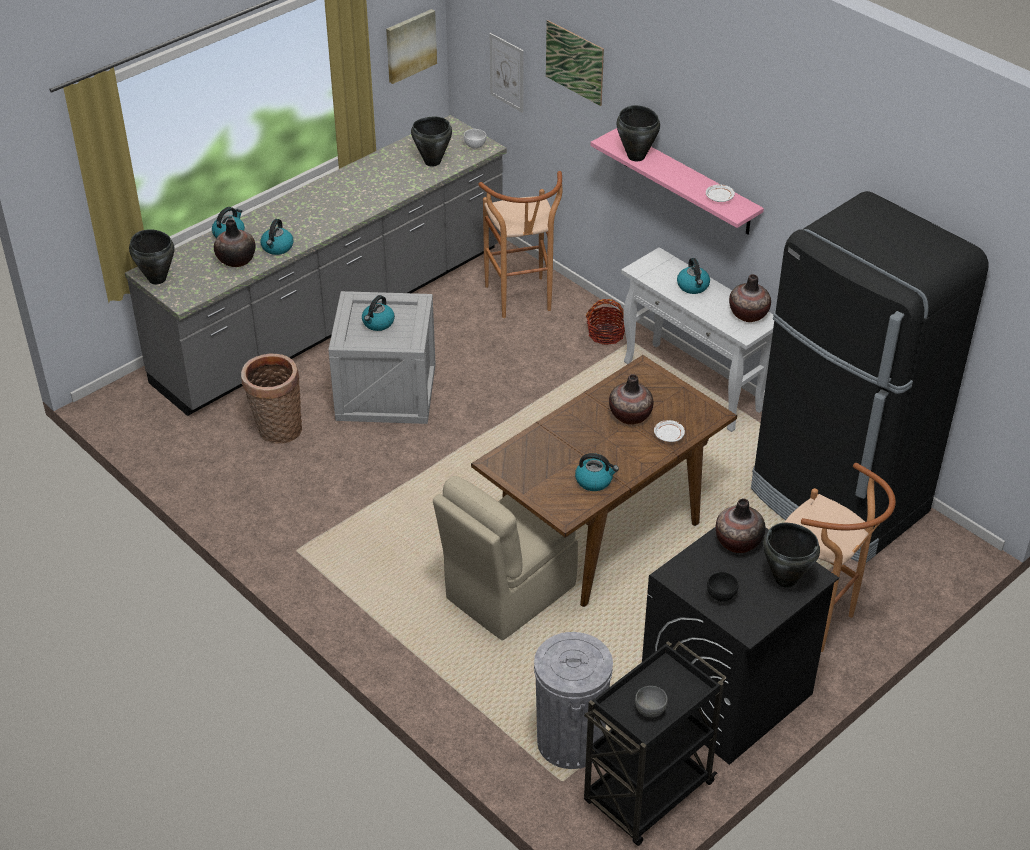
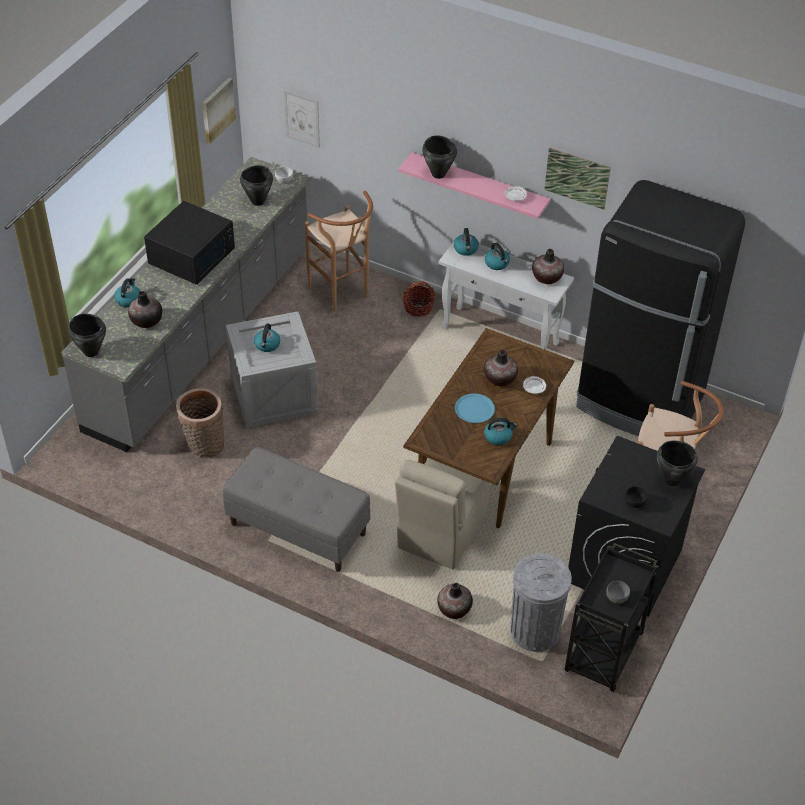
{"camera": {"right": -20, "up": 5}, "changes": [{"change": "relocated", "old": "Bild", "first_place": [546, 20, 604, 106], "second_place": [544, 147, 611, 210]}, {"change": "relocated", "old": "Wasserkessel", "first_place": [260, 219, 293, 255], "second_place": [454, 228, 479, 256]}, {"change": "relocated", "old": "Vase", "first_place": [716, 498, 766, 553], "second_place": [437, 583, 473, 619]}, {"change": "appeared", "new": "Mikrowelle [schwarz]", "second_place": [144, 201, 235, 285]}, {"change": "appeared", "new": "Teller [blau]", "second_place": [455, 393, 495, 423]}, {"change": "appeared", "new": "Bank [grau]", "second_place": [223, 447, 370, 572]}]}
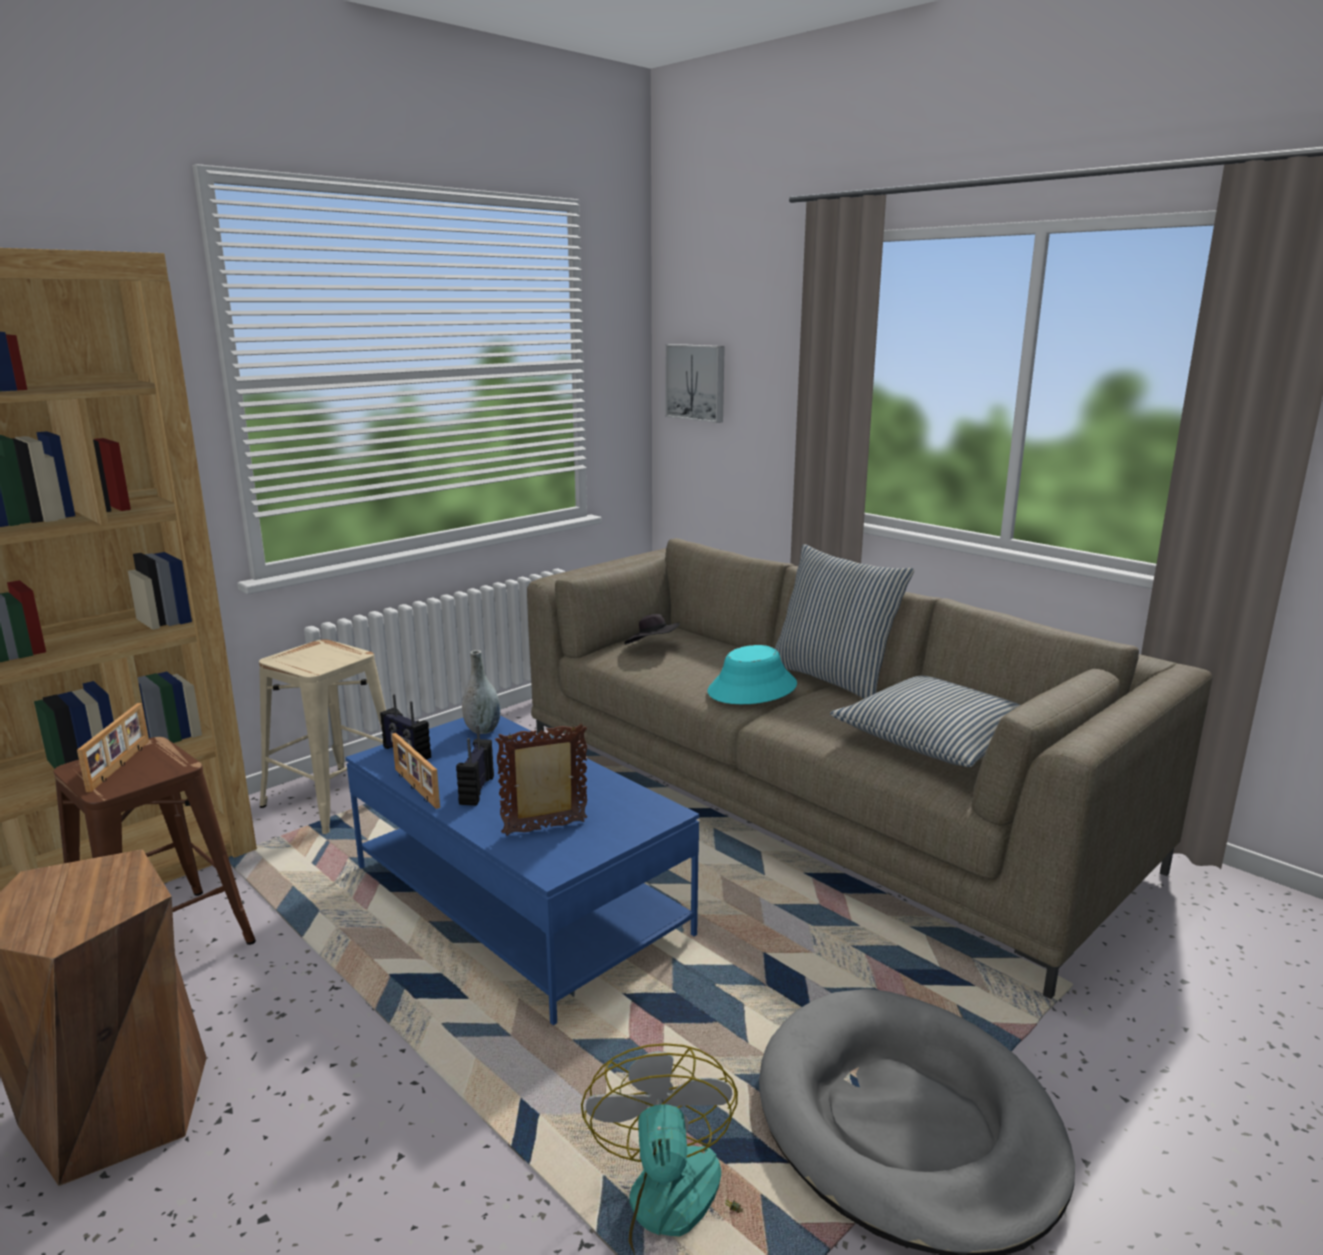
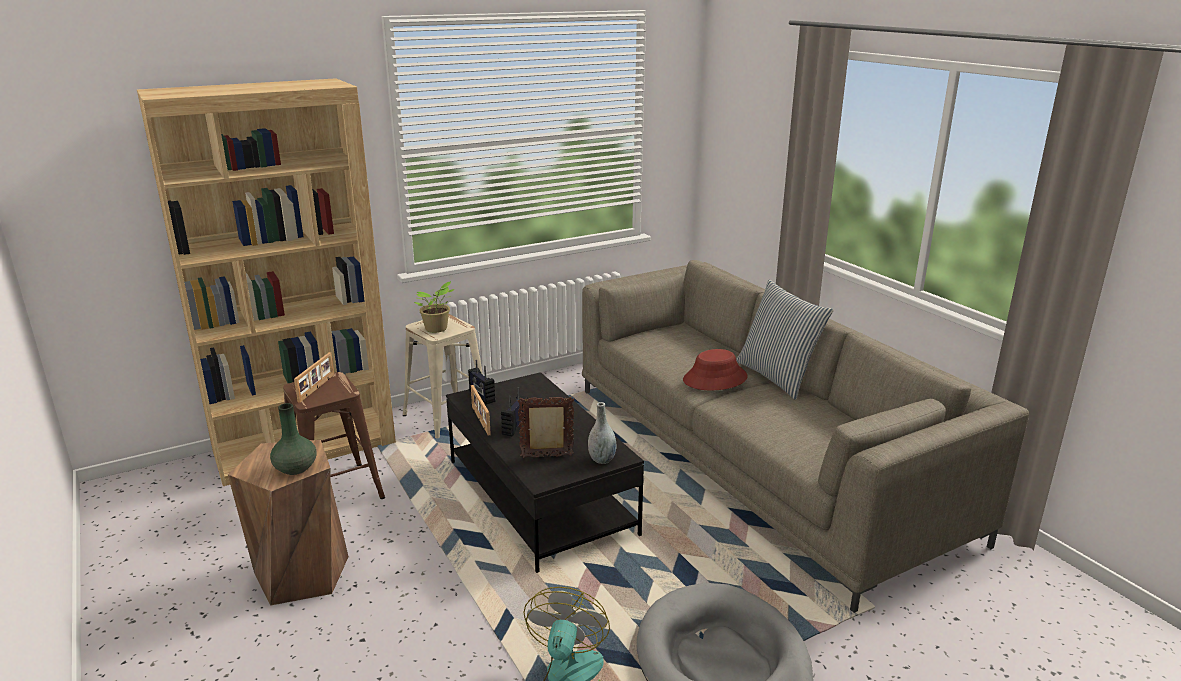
{"camera": {"right": 15, "up": 5}, "changes": [{"change": "missing", "old": "Bild", "first_place": [665, 344, 725, 423]}, {"change": "missing", "old": "Hut [schwarz]", "first_place": [624, 614, 680, 644]}, {"change": "colour", "old": "Hut [türkis]", "new": "Hut [rot]", "first_place": [708, 645, 797, 704], "second_place": [683, 349, 748, 390]}, {"change": "relocated", "old": "Vase [grau]", "first_place": [462, 650, 501, 734], "second_place": [588, 402, 617, 464]}, {"change": "missing", "old": "Kissen", "first_place": [830, 676, 1020, 767]}, {"change": "colour", "old": "Couchtisch [blau]", "new": "Couchtisch [schwarz]", "first_place": [346, 716, 699, 1025], "second_place": [446, 372, 644, 573]}, {"change": "appeared", "new": "Topfpflanze", "second_place": [414, 281, 454, 333]}, {"change": "appeared", "new": "Vase [grün]", "second_place": [270, 403, 317, 475]}]}
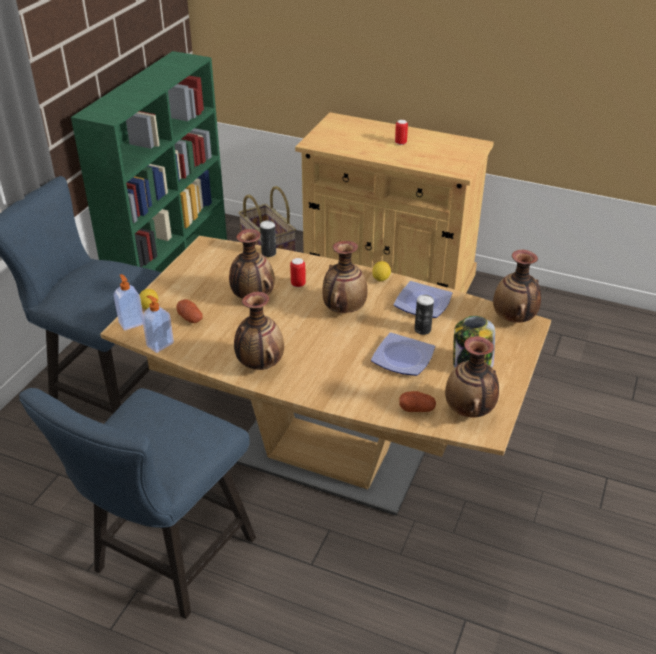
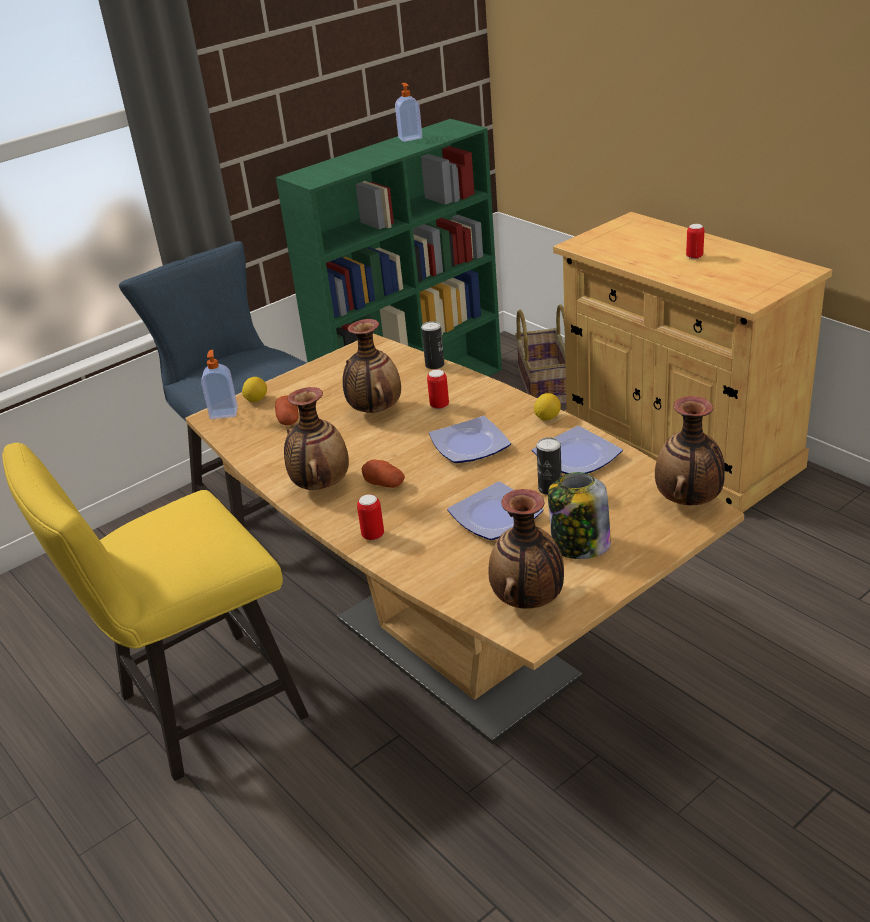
{"camera": {"right": 30, "up": -5}, "changes": [{"change": "exchanged", "old": "Vase", "new": "Teller", "first_place": [322, 241, 367, 313], "second_place": [429, 416, 511, 463]}, {"change": "relocated", "old": "Seifenspender", "first_place": [142, 295, 174, 353], "second_place": [395, 83, 422, 142]}, {"change": "colour", "old": "Stuhl [blau]", "new": "Stuhl [gelb]", "first_place": [19, 388, 256, 619], "second_place": [2, 443, 309, 781]}, {"change": "relocated", "old": "Kartoffel", "first_place": [399, 391, 436, 412], "second_place": [362, 460, 405, 488]}, {"change": "appeared", "new": "Dose", "second_place": [357, 494, 384, 540]}]}
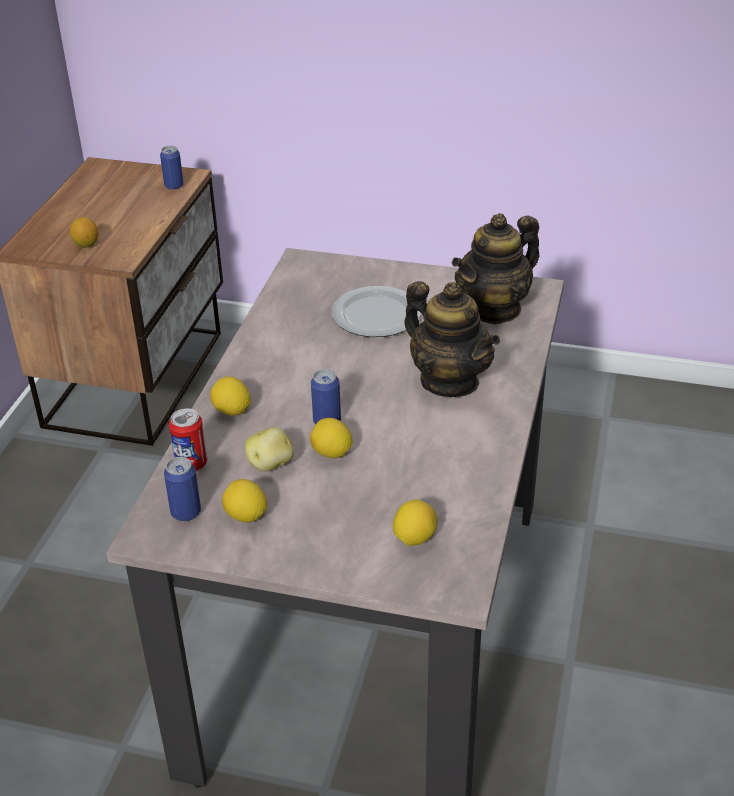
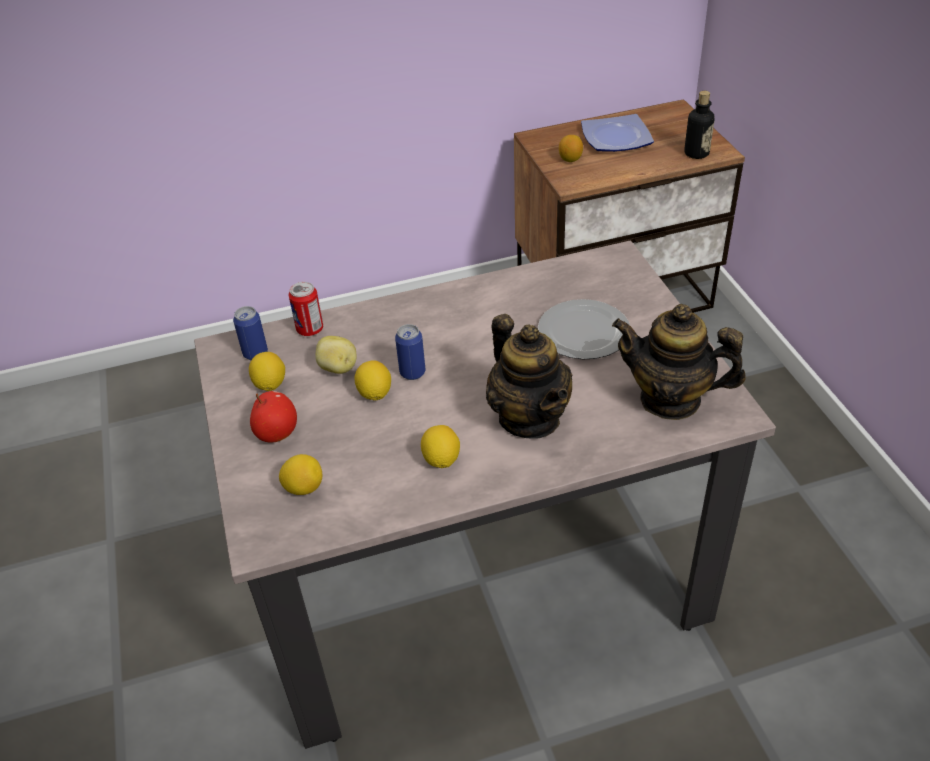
{"camera": {"right": 60, "up": 5}, "changes": [{"change": "exchanged", "old": "Dose", "new": "Flasche", "first_place": [160, 146, 184, 190], "second_place": [684, 91, 715, 159]}, {"change": "spun", "old": "Teekanne", "first_place": [404, 281, 500, 397], "second_place": [486, 314, 572, 439], "degrees": -45}, {"change": "relocated", "old": "Zitrone", "first_place": [210, 377, 251, 416], "second_place": [421, 425, 460, 468]}, {"change": "appeared", "new": "Teller", "second_place": [581, 114, 654, 152]}, {"change": "appeared", "new": "Apfel", "second_place": [250, 391, 297, 443]}]}
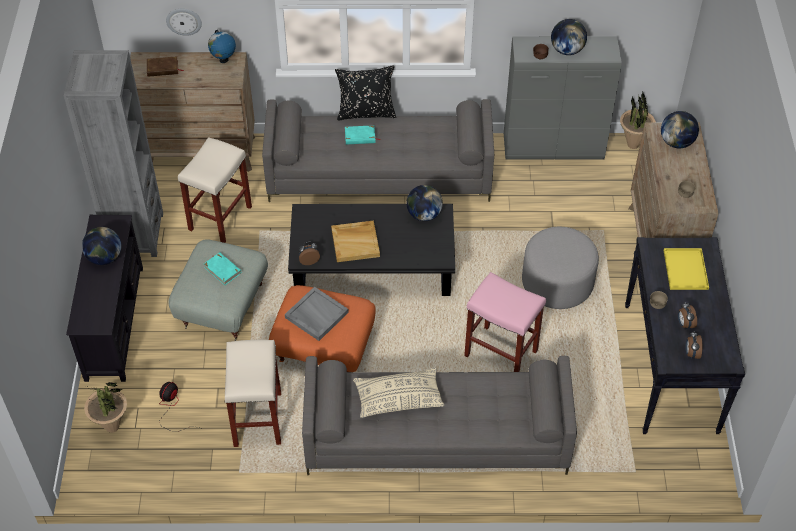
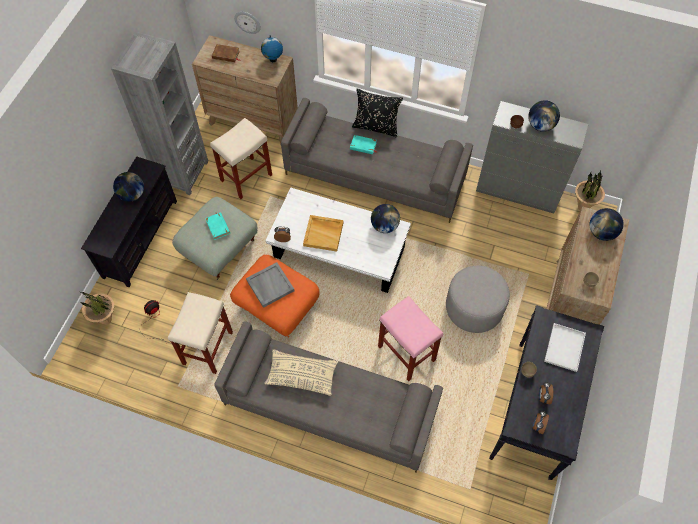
{"camera": {"right": 20, "up": 10}, "changes": [{"change": "colour", "old": "Couchtisch [schwarz]", "new": "Couchtisch [weiß]", "first_place": [288, 204, 455, 296], "second_place": [265, 187, 411, 293]}, {"change": "colour", "old": "Tablett [gelb]", "new": "Tablett [weiß]", "first_place": [664, 248, 709, 290], "second_place": [544, 323, 586, 372]}]}
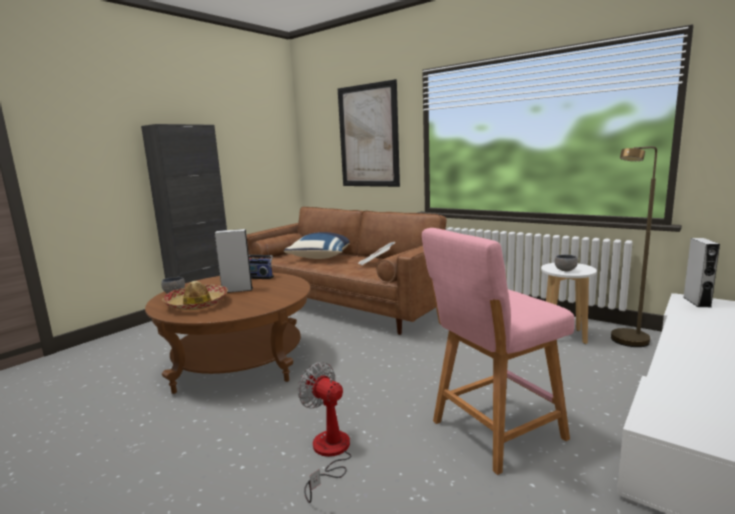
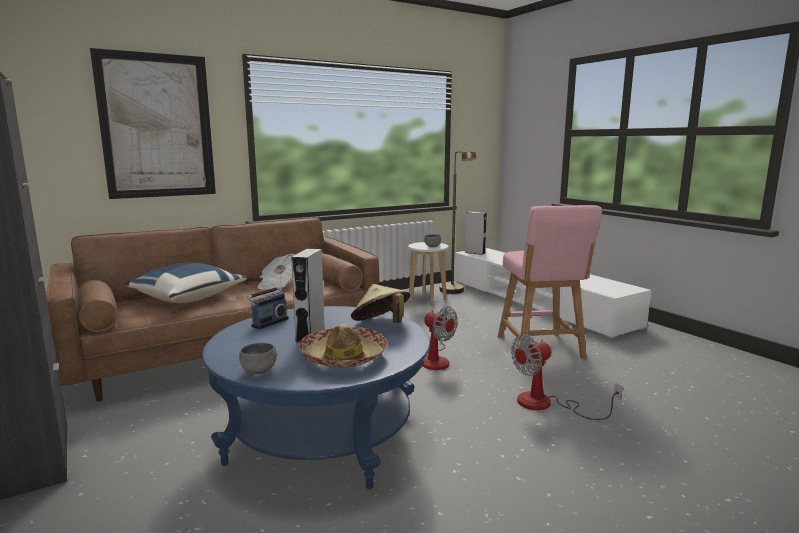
{"camera": {"right": -70, "up": 0}, "changes": [{"change": "colour", "old": "Couchtisch [braun]", "new": "Couchtisch [blau]", "first_place": [145, 273, 311, 394], "second_place": [202, 306, 430, 489]}, {"change": "appeared", "new": "Hut [beige]", "second_place": [351, 284, 410, 323]}, {"change": "appeared", "new": "Ventilator", "second_place": [422, 306, 458, 370]}]}
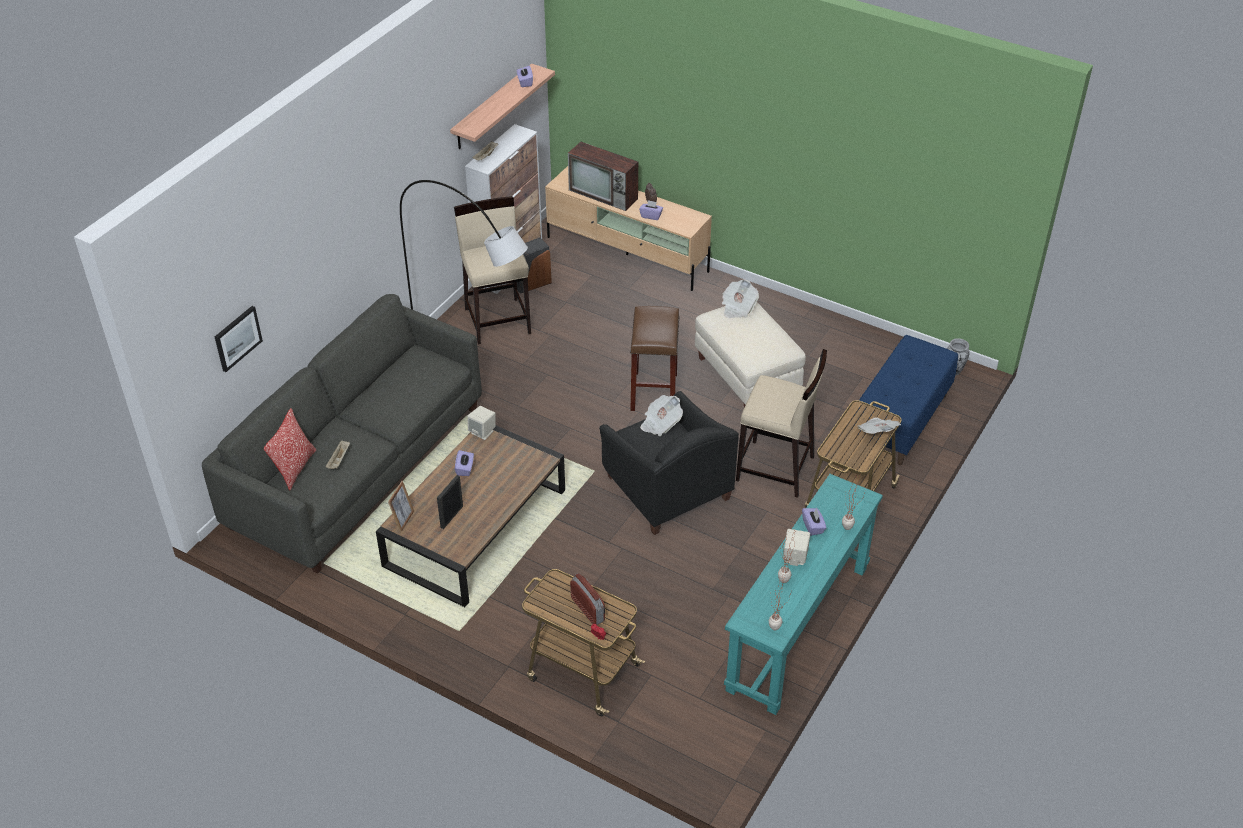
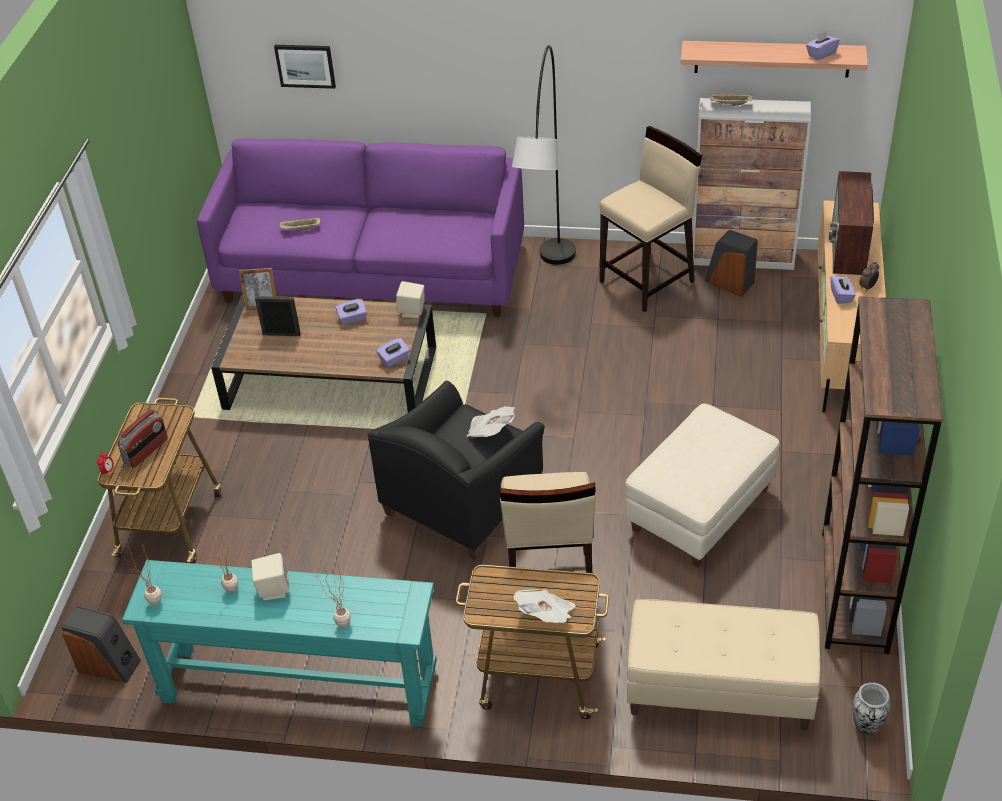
{"camera": {"right": 70, "up": 0}, "changes": [{"change": "missing", "old": "Zeitung", "first_place": [722, 279, 759, 318]}, {"change": "colour", "old": "Sofa [grau]", "new": "Sofa [lila]", "first_place": [202, 294, 482, 574], "second_place": [197, 138, 524, 317]}, {"change": "missing", "old": "Hocker [braun]", "first_place": [630, 306, 680, 411]}, {"change": "colour", "old": "Bank [blau]", "new": "Bank [beige]", "first_place": [853, 335, 958, 465], "second_place": [627, 599, 821, 731]}, {"change": "missing", "old": "Kissen", "first_place": [264, 408, 316, 491]}, {"change": "relocated", "old": "Taschentuchbox [lila]", "first_place": [802, 508, 826, 536], "second_place": [376, 338, 410, 367]}, {"change": "appeared", "new": "Bücherregal [braun]", "second_place": [822, 296, 943, 654]}, {"change": "appeared", "new": "Lautsprecher", "second_place": [62, 605, 141, 683]}]}
